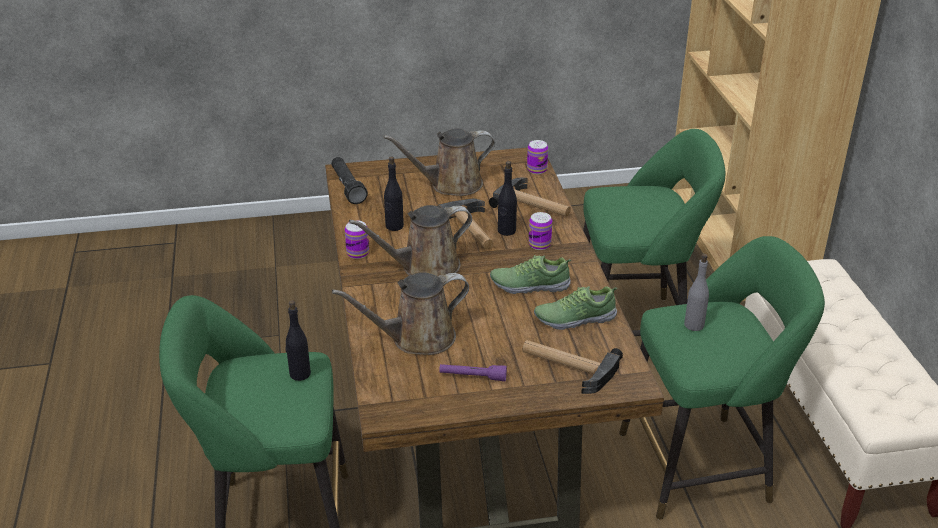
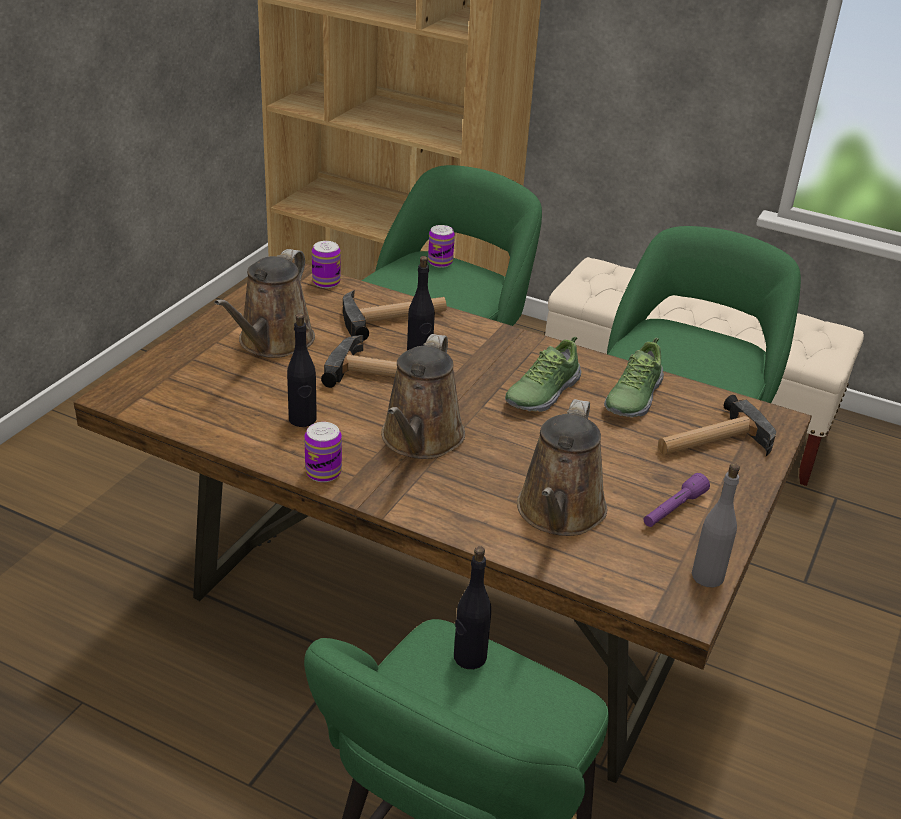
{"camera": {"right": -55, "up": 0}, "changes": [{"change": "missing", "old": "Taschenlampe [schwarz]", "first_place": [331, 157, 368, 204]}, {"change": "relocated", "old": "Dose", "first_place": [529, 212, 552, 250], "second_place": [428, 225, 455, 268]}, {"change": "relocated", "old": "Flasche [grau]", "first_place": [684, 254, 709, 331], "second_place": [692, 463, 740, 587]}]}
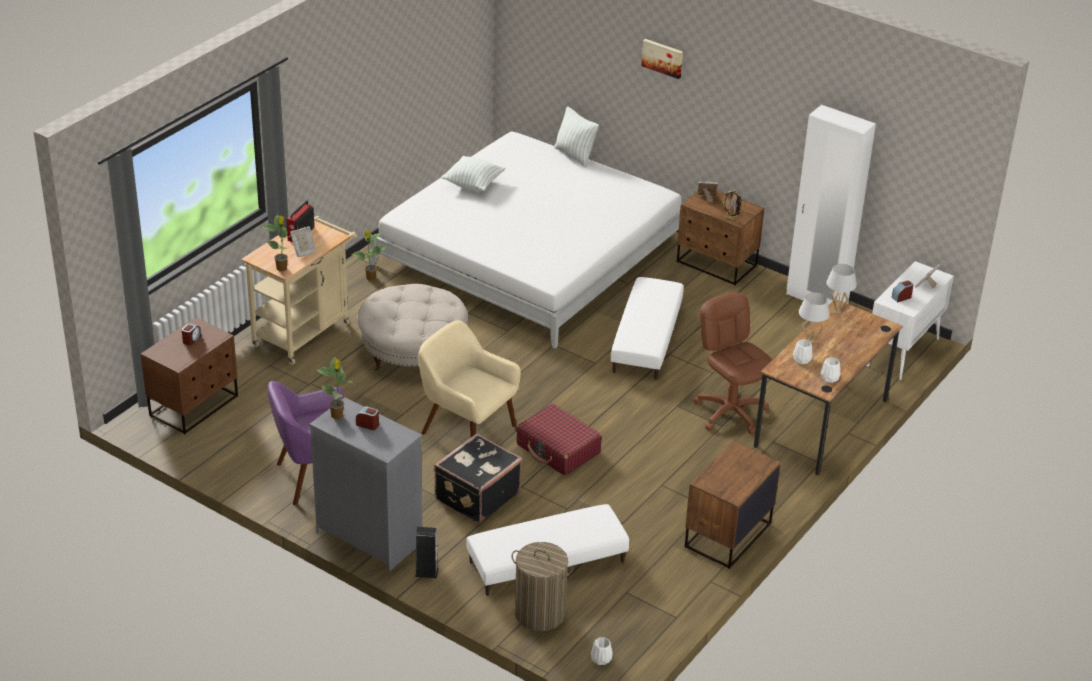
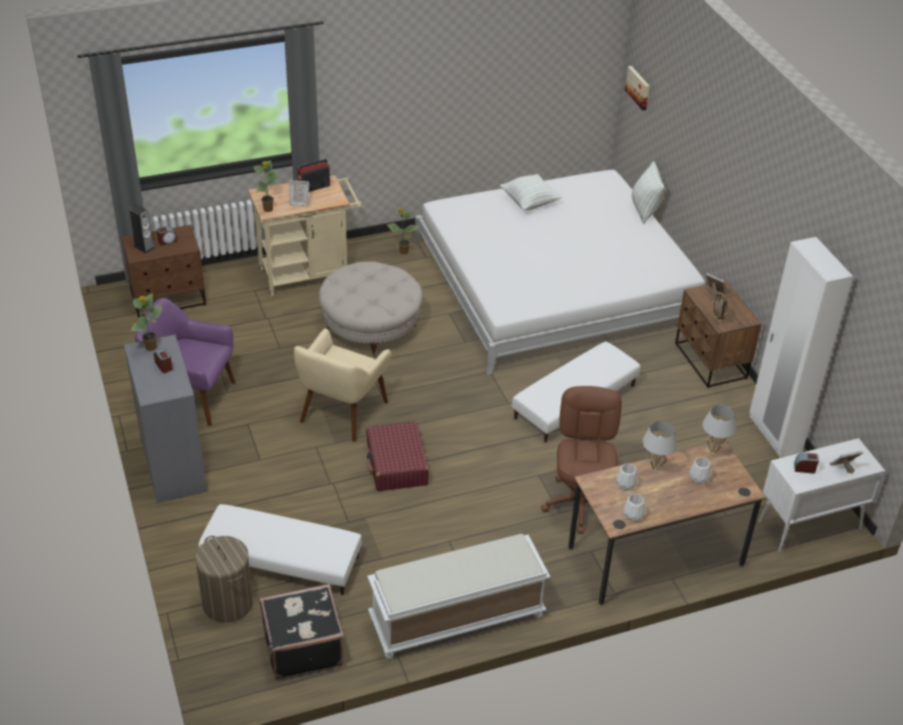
{"camera": {"right": 35, "up": 5}, "changes": [{"change": "relocated", "old": "Bild", "first_place": [642, 39, 683, 79], "second_place": [625, 66, 650, 111]}, {"change": "spun", "old": "Sessel [beige]", "first_place": [418, 320, 521, 437], "second_place": [294, 328, 391, 442], "degrees": -135}, {"change": "relocated", "old": "Koffer [schwarz]", "first_place": [434, 433, 522, 524], "second_place": [260, 584, 344, 679]}, {"change": "exchanged", "old": "Nachttisch [braun]", "new": "Bank [weiß]", "first_place": [685, 441, 781, 569], "second_place": [367, 534, 550, 659]}, {"change": "relocated", "old": "Lautsprecher", "first_place": [415, 527, 439, 578], "second_place": [129, 204, 155, 254]}, {"change": "relocated", "old": "Vase [weiß]", "first_place": [591, 637, 613, 665], "second_place": [689, 457, 711, 484]}]}
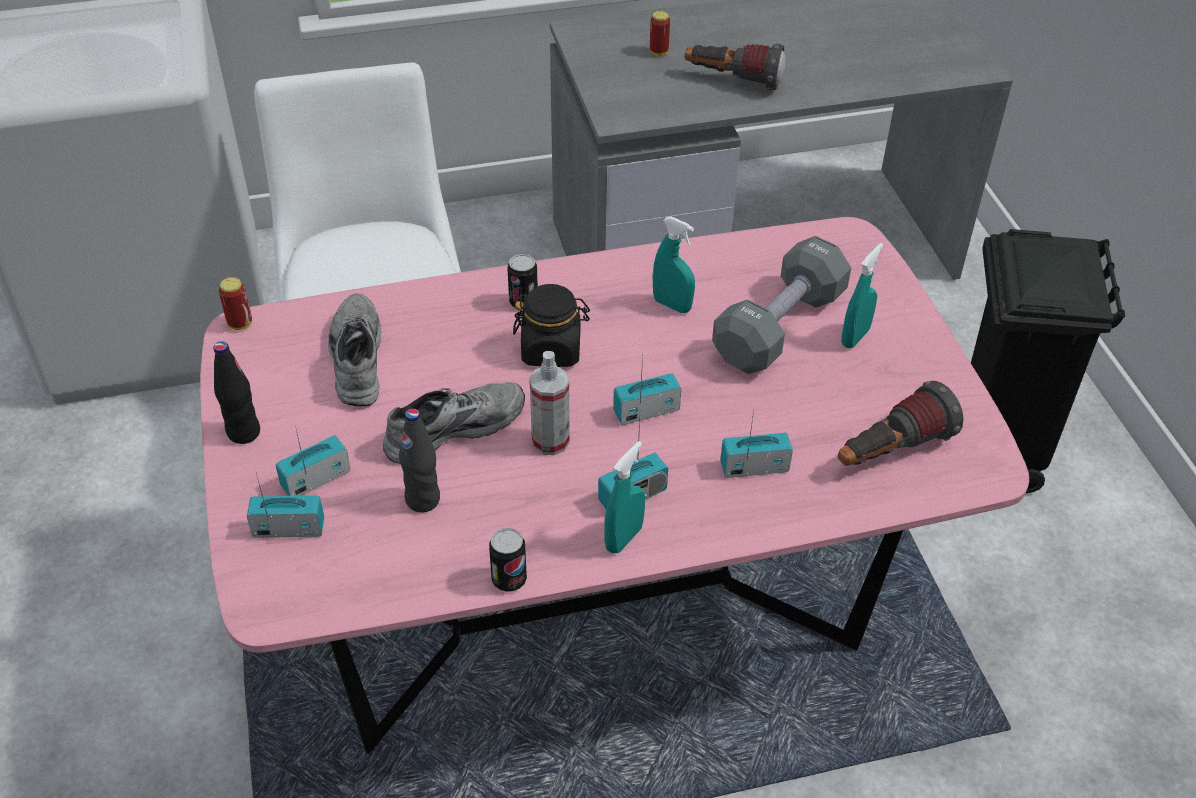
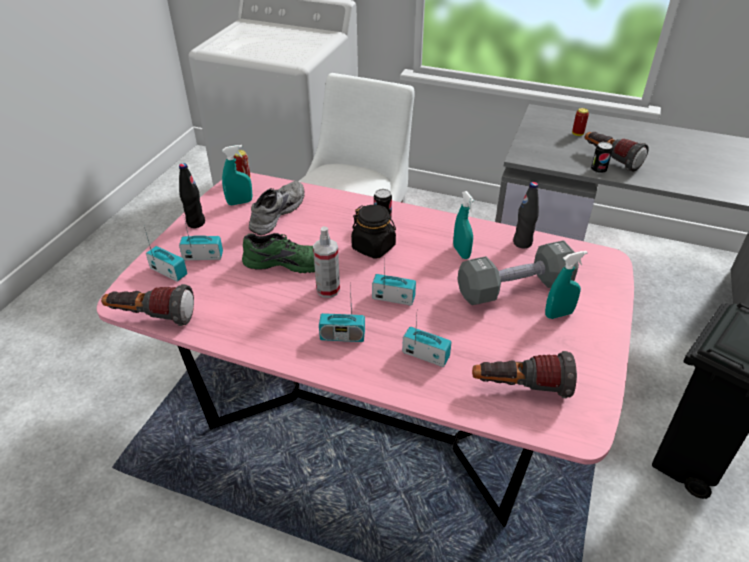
{"camera": {"right": 35, "up": -5}, "changes": [{"change": "colour", "old": "Schuh [grau]", "new": "Schuh [grün]", "first_place": [383, 382, 525, 464], "second_place": [242, 233, 315, 273]}, {"change": "relocated", "old": "Flasche [schwarz]", "first_place": [399, 408, 440, 512], "second_place": [513, 182, 539, 249]}, {"change": "relocated", "old": "Sprühflasche [türkis]", "first_place": [604, 441, 645, 553], "second_place": [222, 145, 252, 205]}, {"change": "relocated", "old": "Dose", "first_place": [489, 528, 527, 592], "second_place": [591, 142, 613, 174]}, {"change": "appeared", "new": "Taschenlampe", "second_place": [101, 284, 194, 326]}]}
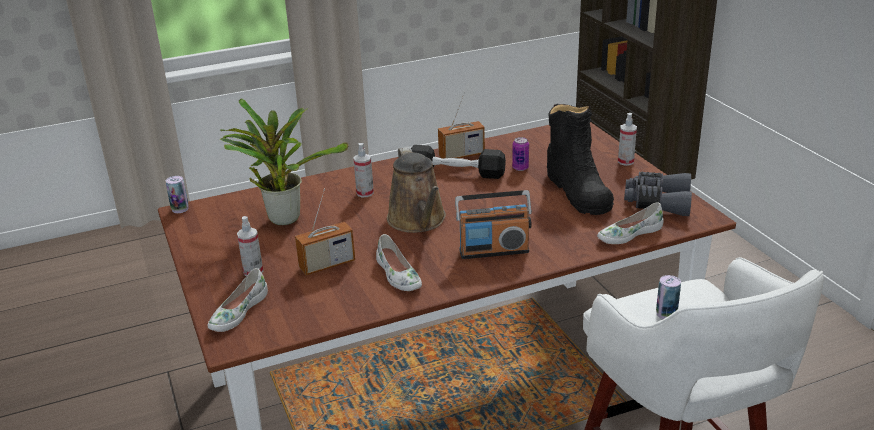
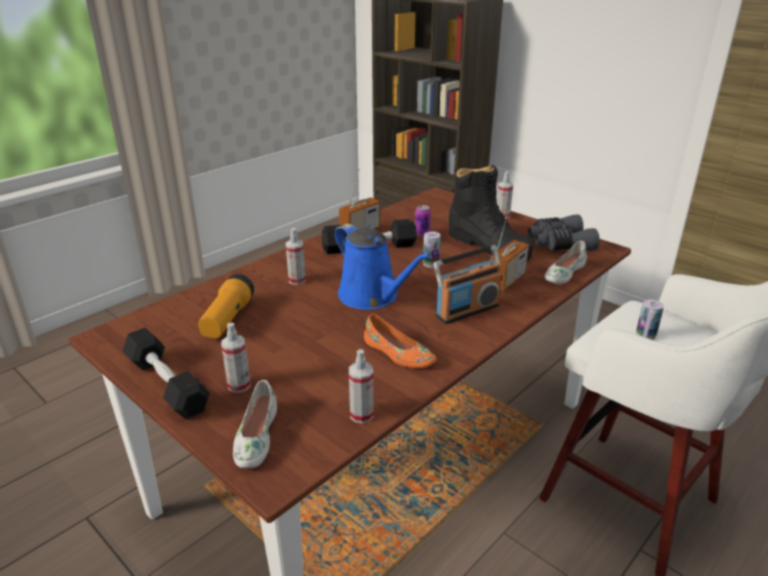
{"camera": {"right": -25, "up": 0}, "changes": [{"change": "exchanged", "old": "Topfpflanze", "new": "Taschenlampe", "first_place": [219, 99, 349, 225], "second_place": [198, 274, 254, 338]}, {"change": "colour", "old": "Gießkanne [braun]", "new": "Gießkanne [blau]", "first_place": [387, 146, 446, 233], "second_place": [335, 224, 431, 310]}, {"change": "relocated", "old": "Dose", "first_place": [166, 176, 189, 213], "second_place": [423, 231, 441, 268]}, {"change": "relocated", "old": "Radio", "first_place": [295, 189, 355, 275], "second_place": [490, 210, 529, 291]}, {"change": "colour", "old": "Schuh [weiß]", "new": "Schuh [orange]", "first_place": [376, 234, 422, 291], "second_place": [364, 314, 437, 368]}, {"change": "appeared", "new": "Hantel [schwarz]", "second_place": [123, 328, 210, 419]}, {"change": "appeared", "new": "Sprühflasche", "second_place": [349, 349, 374, 423]}]}
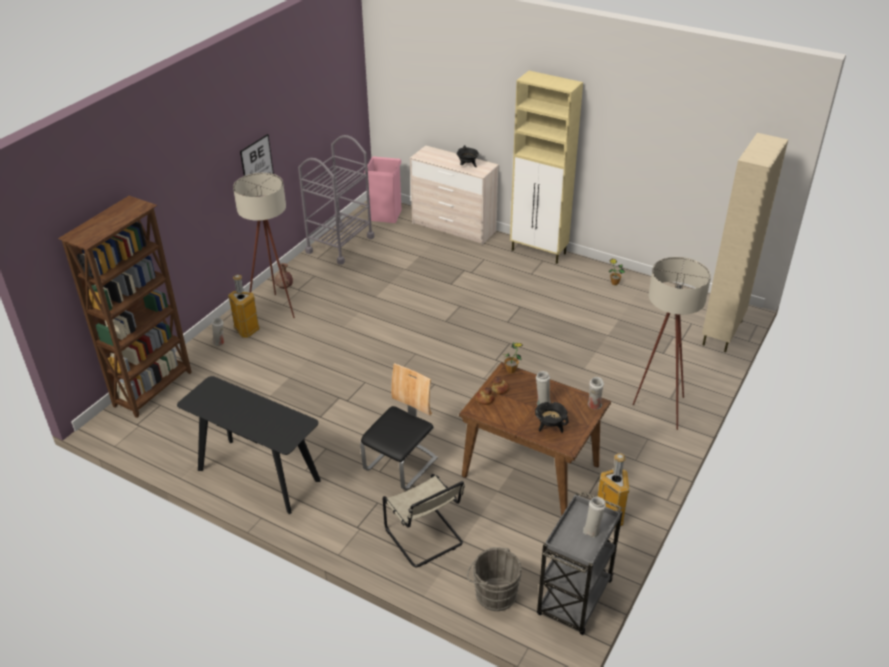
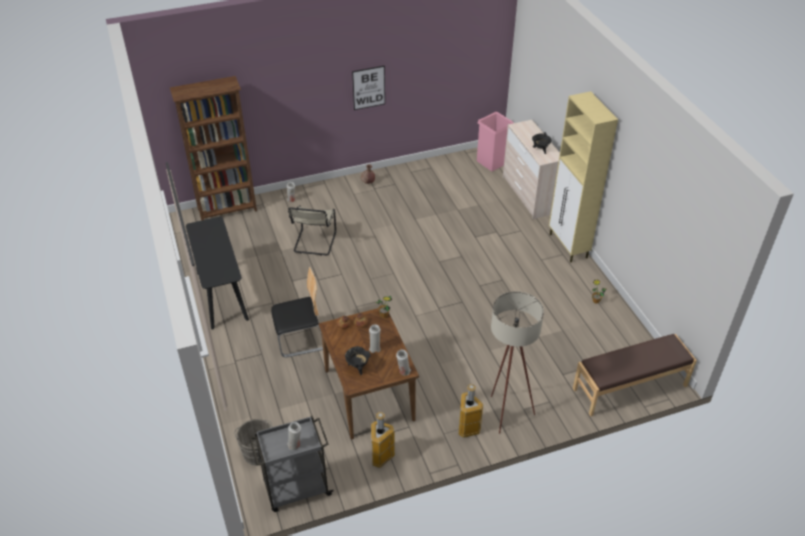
{"camera": {"right": 40, "up": 5}, "changes": [{"change": "exchanged", "old": "Schrank [beige]", "new": "Bank [braun]", "first_place": [702, 133, 788, 352], "second_place": [573, 334, 697, 417]}, {"change": "missing", "old": "Rollwagen [grau]", "first_place": [298, 135, 374, 265]}, {"change": "missing", "old": "Stehlampe [beige]", "first_place": [233, 173, 295, 318]}, {"change": "relocated", "old": "Mülleimer", "first_place": [228, 275, 260, 338], "second_place": [459, 384, 483, 438]}, {"change": "relocated", "old": "Stuhl [beige]", "first_place": [383, 474, 465, 567], "second_place": [288, 205, 336, 256]}]}
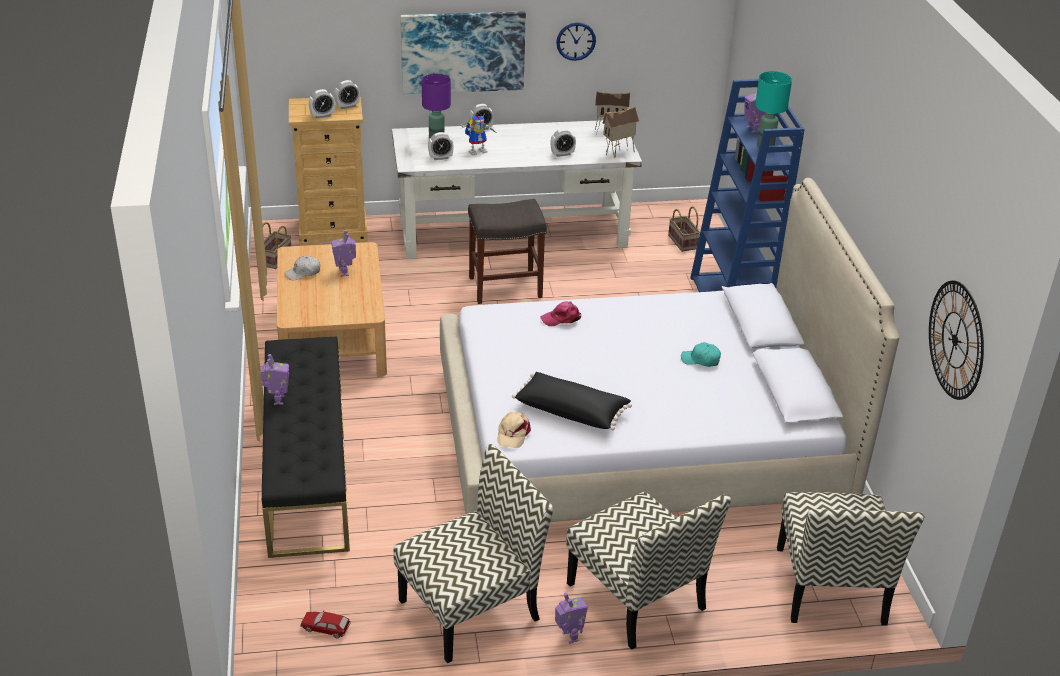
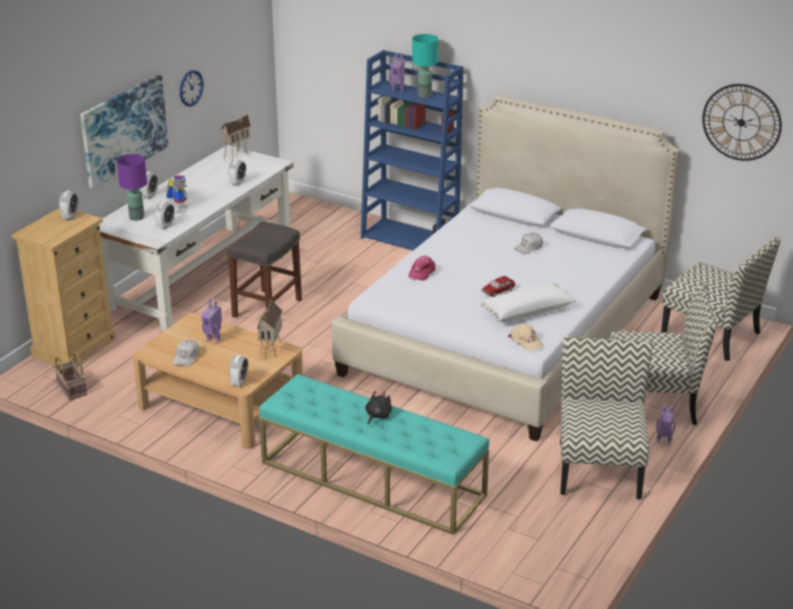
{"camera": {"right": -50, "up": -5}, "changes": [{"change": "relocated", "old": "Wecker", "first_place": [309, 89, 335, 119], "second_place": [229, 355, 248, 387]}, {"change": "relocated", "old": "Spielzeughaus", "first_place": [602, 106, 639, 158], "second_place": [257, 299, 283, 359]}, {"change": "missing", "old": "Korb", "first_place": [668, 206, 700, 252]}, {"change": "colour", "old": "Bank [schwarz]", "new": "Bank [türkis]", "first_place": [262, 336, 350, 558], "second_place": [259, 374, 489, 535]}, {"change": "colour", "old": "Kappe [türkis]", "new": "Kappe [weiß]", "first_place": [681, 342, 721, 367], "second_place": [514, 233, 543, 254]}, {"change": "missing", "old": "Spielzeugroboter", "first_place": [261, 354, 289, 405]}, {"change": "colour", "old": "Kissen [schwarz]", "new": "Kissen [weiß]", "first_place": [512, 372, 632, 430], "second_place": [480, 282, 575, 322]}, {"change": "relocated", "old": "Spielzeugauto", "first_place": [300, 611, 351, 638], "second_place": [481, 276, 516, 297]}, {"change": "appeared", "new": "Plüschtier [schwarz]", "second_place": [365, 391, 392, 425]}]}
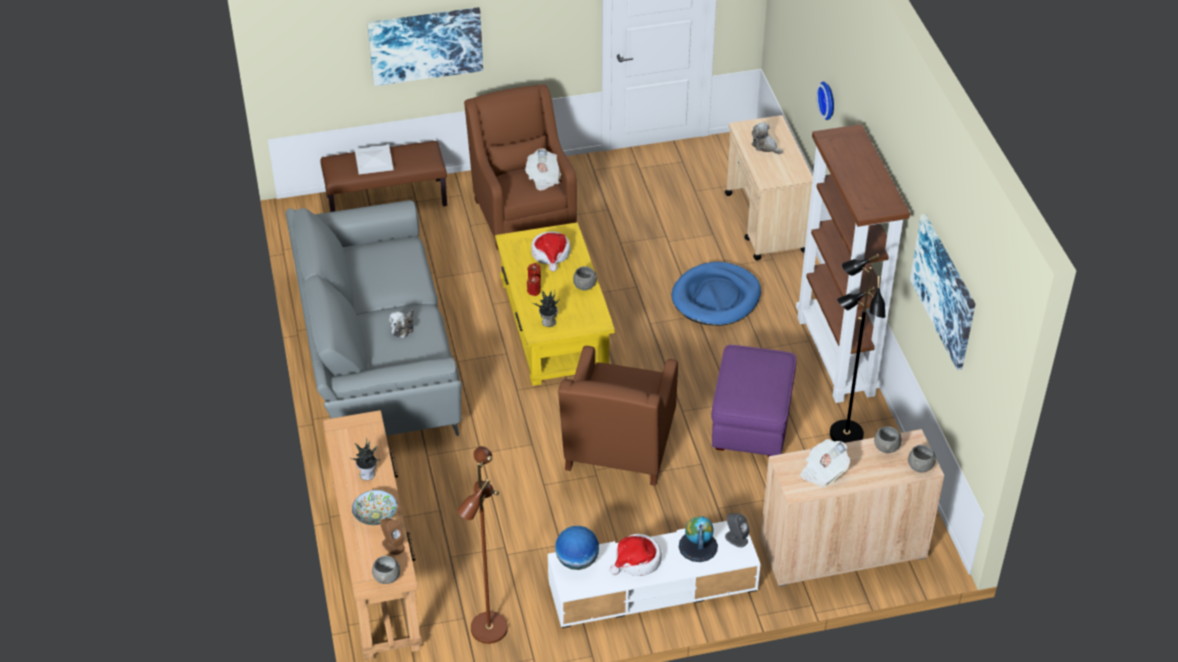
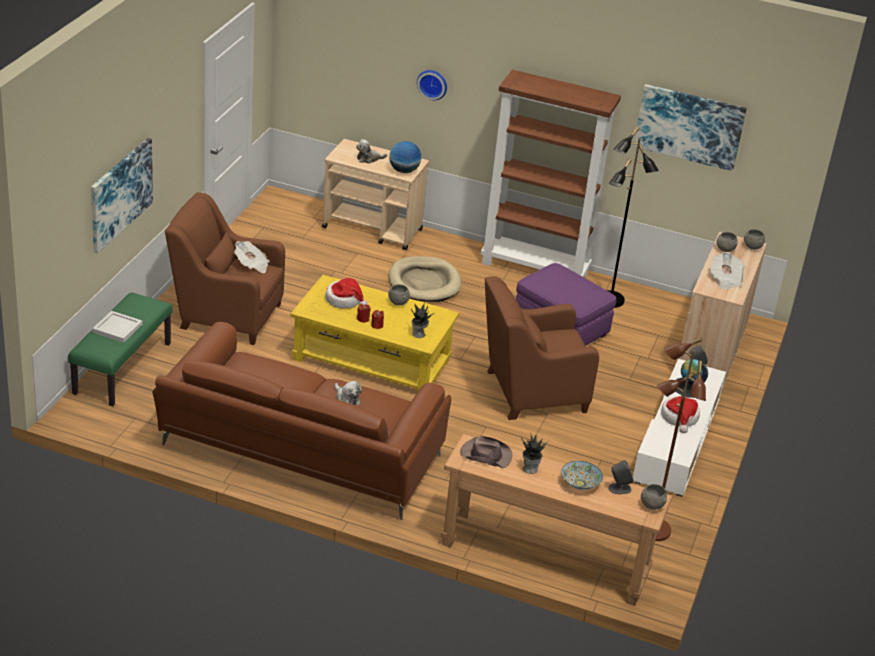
{"camera": {"right": -60, "up": -10}, "changes": [{"change": "colour", "old": "Bank [braun]", "new": "Bank [grün]", "first_place": [320, 141, 447, 212], "second_place": [68, 292, 173, 406]}, {"change": "colour", "old": "Sofa [grau]", "new": "Sofa [braun]", "first_place": [286, 200, 462, 436], "second_place": [152, 322, 451, 520]}, {"change": "colour", "old": "Hundebett [blau]", "new": "Hundebett [beige]", "first_place": [672, 262, 761, 326], "second_place": [389, 256, 462, 302]}, {"change": "spun", "old": "Sessel [braun]", "first_place": [558, 346, 678, 486], "second_place": [485, 276, 599, 420], "degrees": 120}, {"change": "colour", "old": "Lautsprecher [braun]", "new": "Lautsprecher [grau]", "first_place": [381, 518, 405, 555], "second_place": [608, 460, 633, 494]}, {"change": "relocated", "old": "Globus", "first_place": [555, 526, 599, 570], "second_place": [389, 141, 422, 173]}, {"change": "appeared", "new": "Hut [braun]", "second_place": [460, 436, 512, 468]}]}
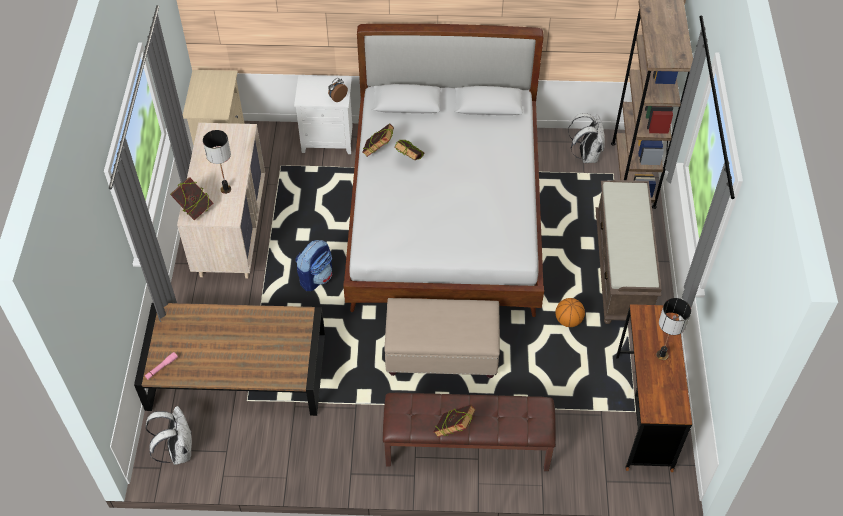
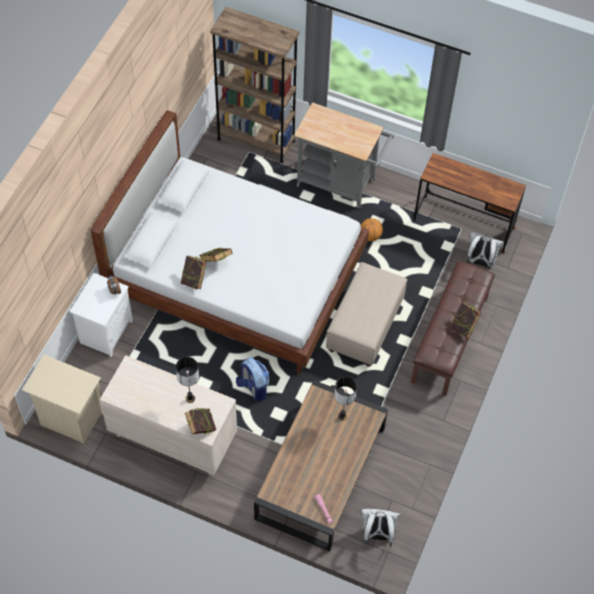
{"camera": {"right": -70, "up": 5}, "changes": [{"change": "relocated", "old": "Rucksack [weiß]", "first_place": [568, 113, 605, 163], "second_place": [467, 232, 504, 269]}, {"change": "exchanged", "old": "Bank [braun]", "new": "Rollwagen [grau]", "first_place": [596, 180, 662, 324], "second_place": [294, 102, 394, 209]}, {"change": "relocated", "old": "Tischlampe", "first_place": [656, 298, 691, 360], "second_place": [334, 377, 357, 421]}]}
